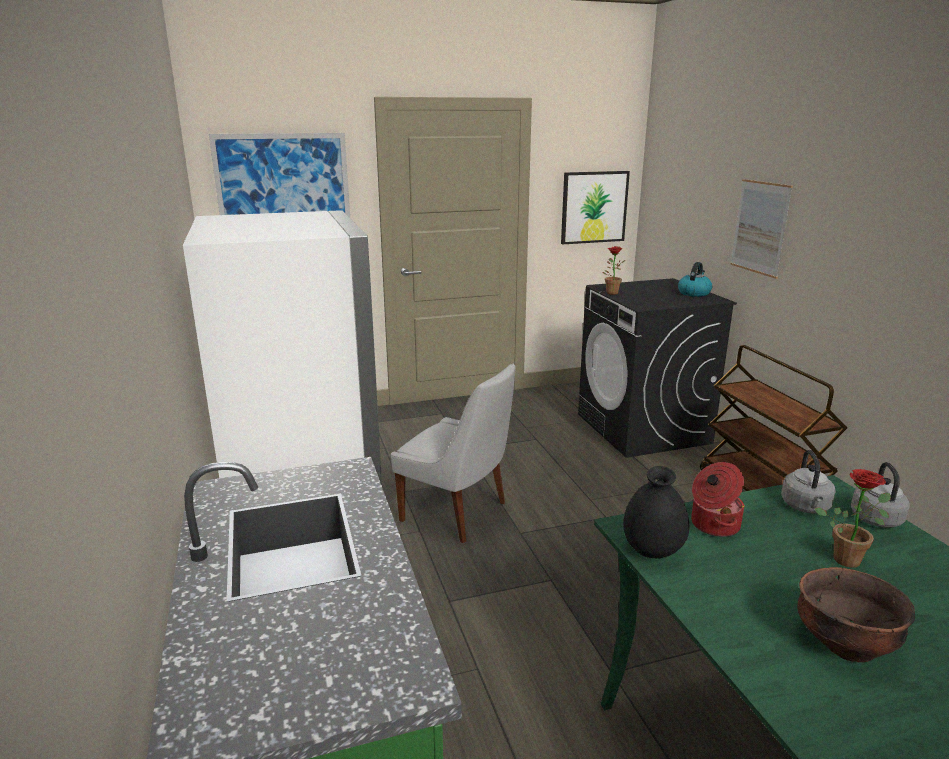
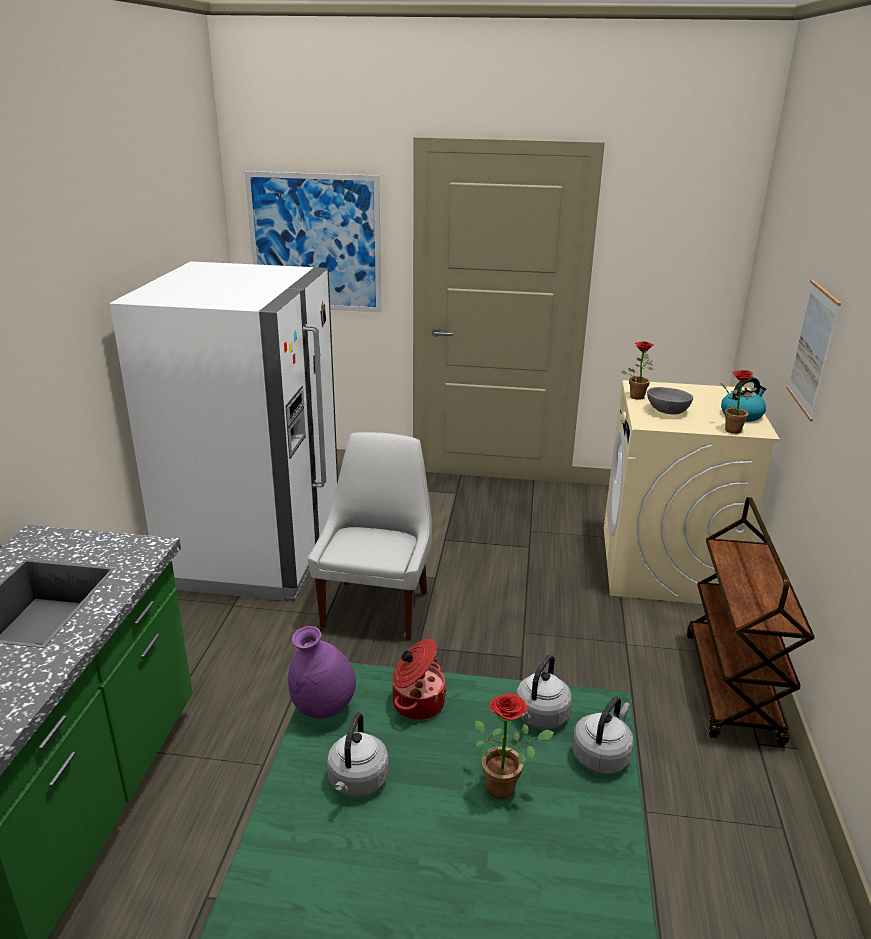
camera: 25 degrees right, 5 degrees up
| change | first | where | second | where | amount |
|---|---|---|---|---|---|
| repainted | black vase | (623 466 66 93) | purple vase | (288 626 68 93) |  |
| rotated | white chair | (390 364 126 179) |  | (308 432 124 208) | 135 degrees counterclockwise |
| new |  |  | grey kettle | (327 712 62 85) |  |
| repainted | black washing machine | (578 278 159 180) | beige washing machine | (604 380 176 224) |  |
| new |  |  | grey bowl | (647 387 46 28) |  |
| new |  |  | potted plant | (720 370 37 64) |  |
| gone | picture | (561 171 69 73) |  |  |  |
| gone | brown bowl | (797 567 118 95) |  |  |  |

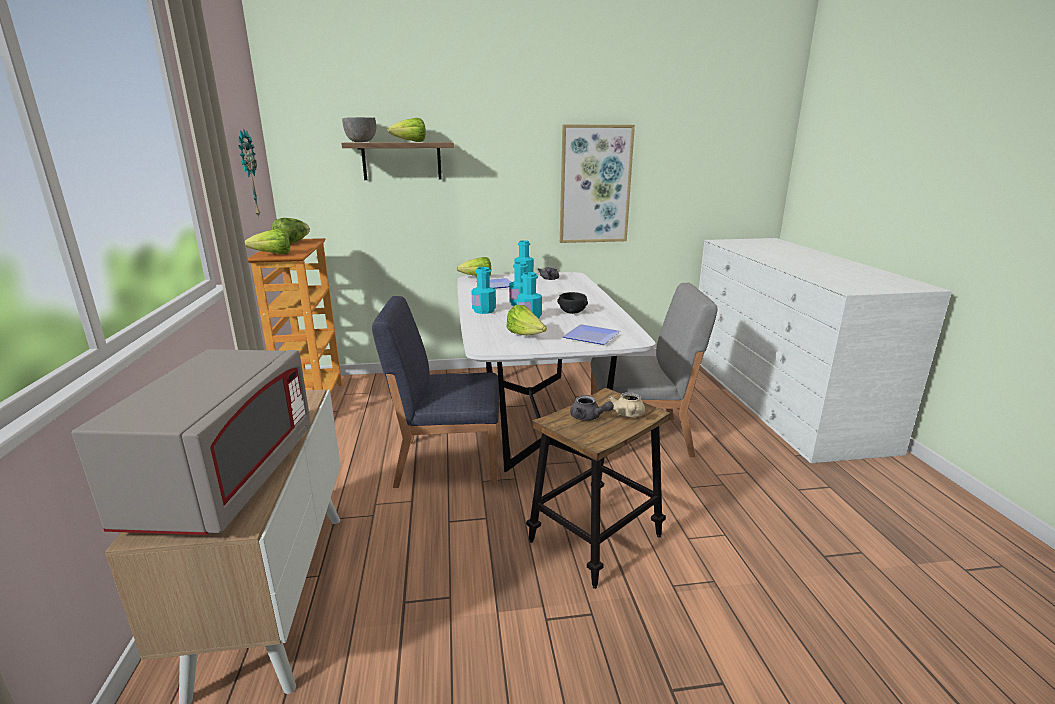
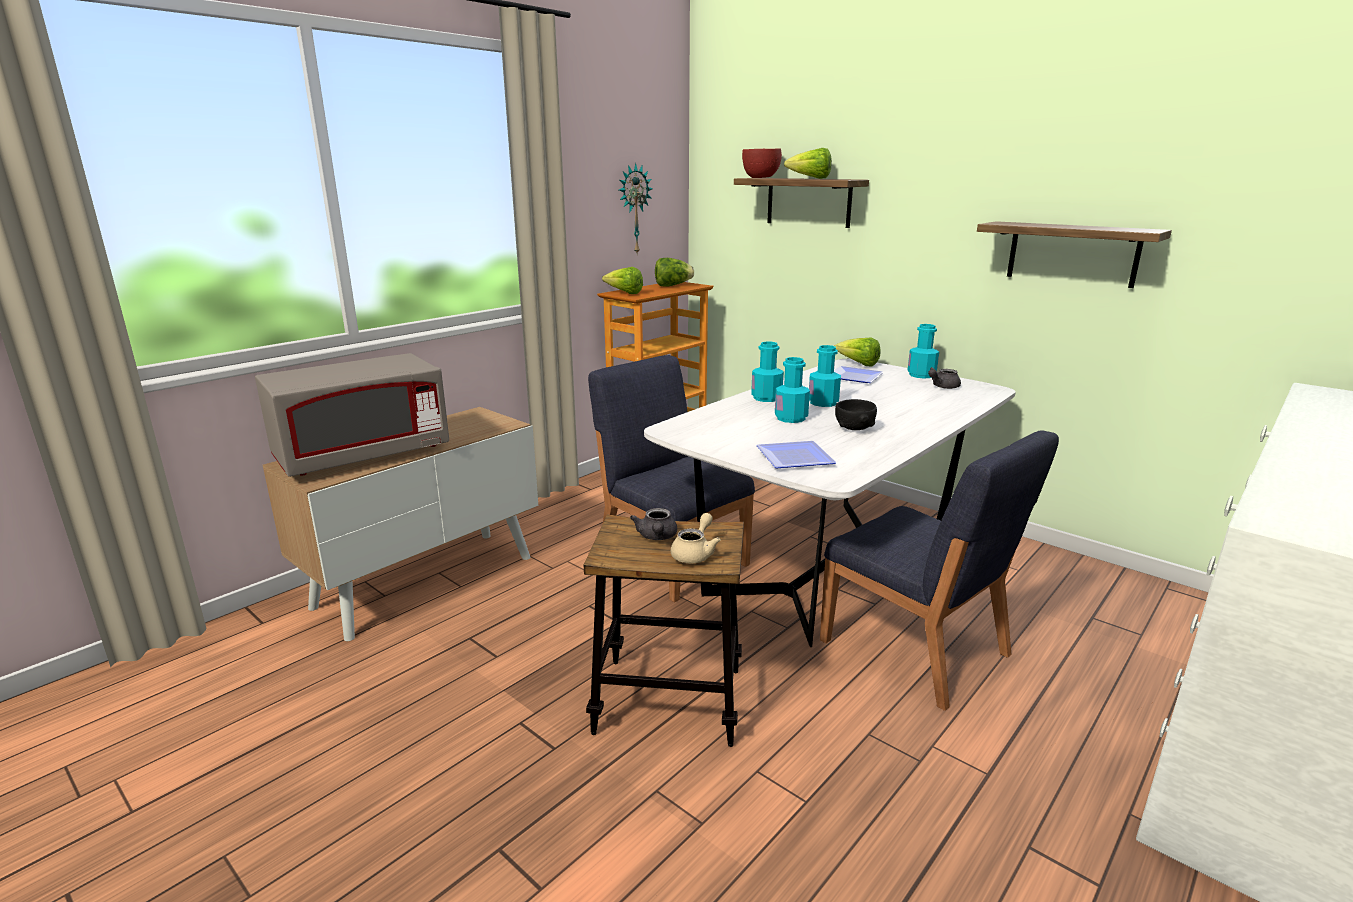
camera: 50 degrees right, 0 degrees up
| change | first | where | second | where | amount |
|---|---|---|---|---|---|
| rotated | beige teapot | (609 392 36 25) |  | (671 513 50 50) | 150 degrees clockwise |
| repainted | grey bowl | (342 117 34 25) | red bowl | (742 148 40 30) |  |
| repainted | grey chair | (590 283 127 175) | blue chair | (820 430 239 281) |  |
| swapped | picture | (560 125 75 118) | shelf | (977 221 195 67) |  |
| gone | lettuce | (506 305 41 30) |  |  |  |

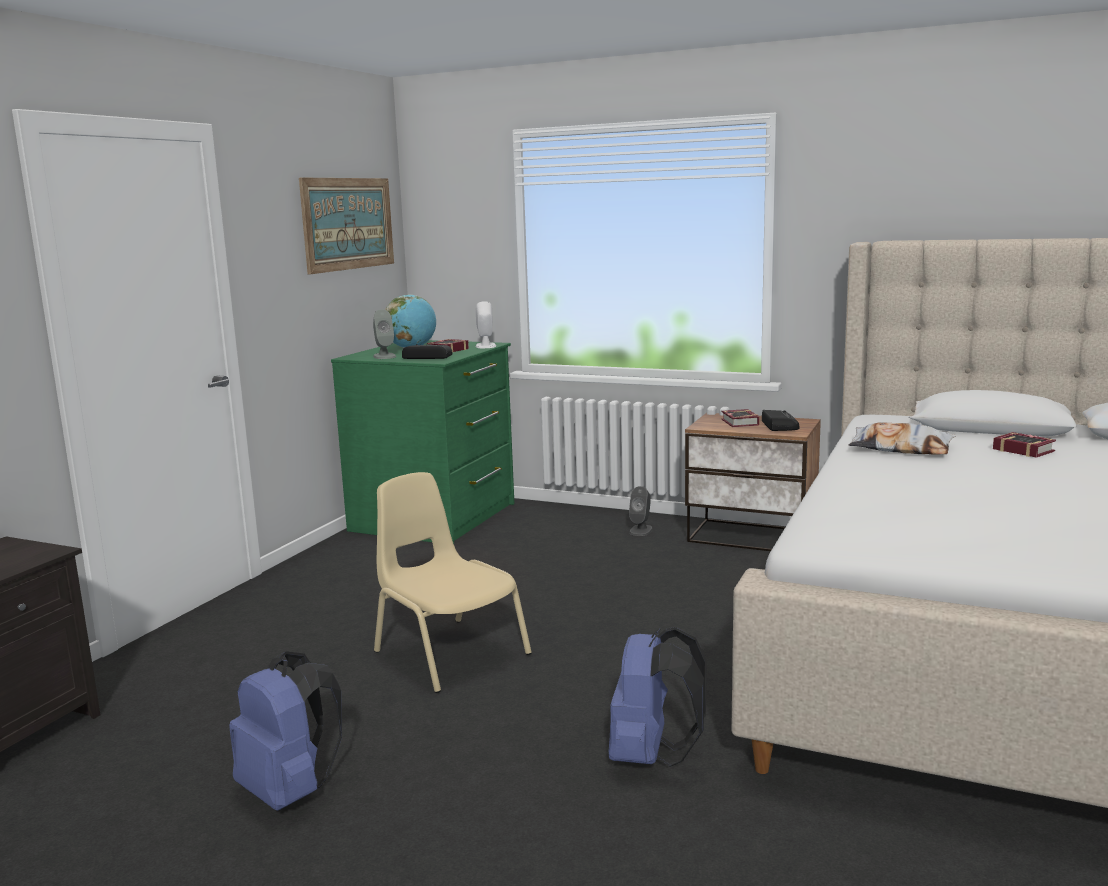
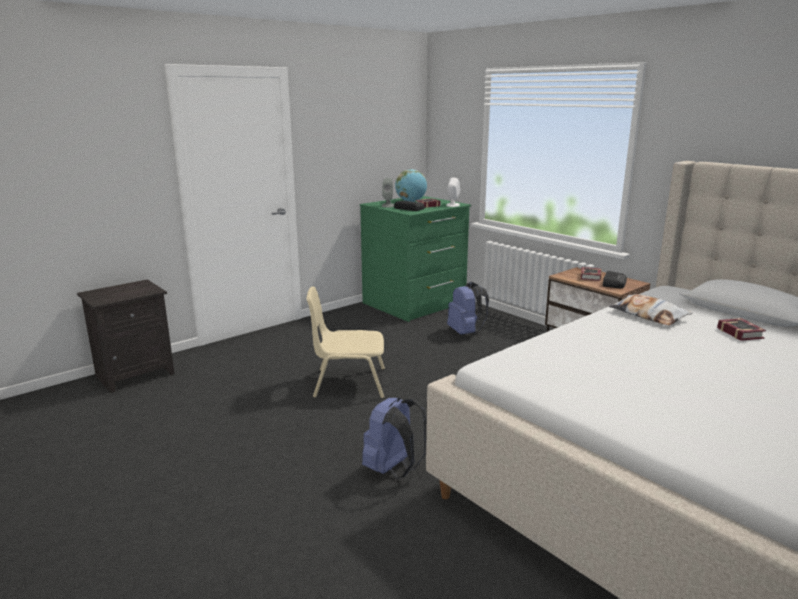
camera: 25 degrees right, 5 degrees up
| change | first | where | second | where | amount |
|---|---|---|---|---|---|
| rotated | beige chair | (374 472 158 221) |  | (307 286 78 113) | 75 degrees counterclockwise |
| shifted | blue backpack | (229 651 113 160) |  | (447 282 42 53) |  |
| gone | picture | (299 178 95 96) |  |  |  |
| gone | grey speaker | (629 486 24 50) |  |  |  |

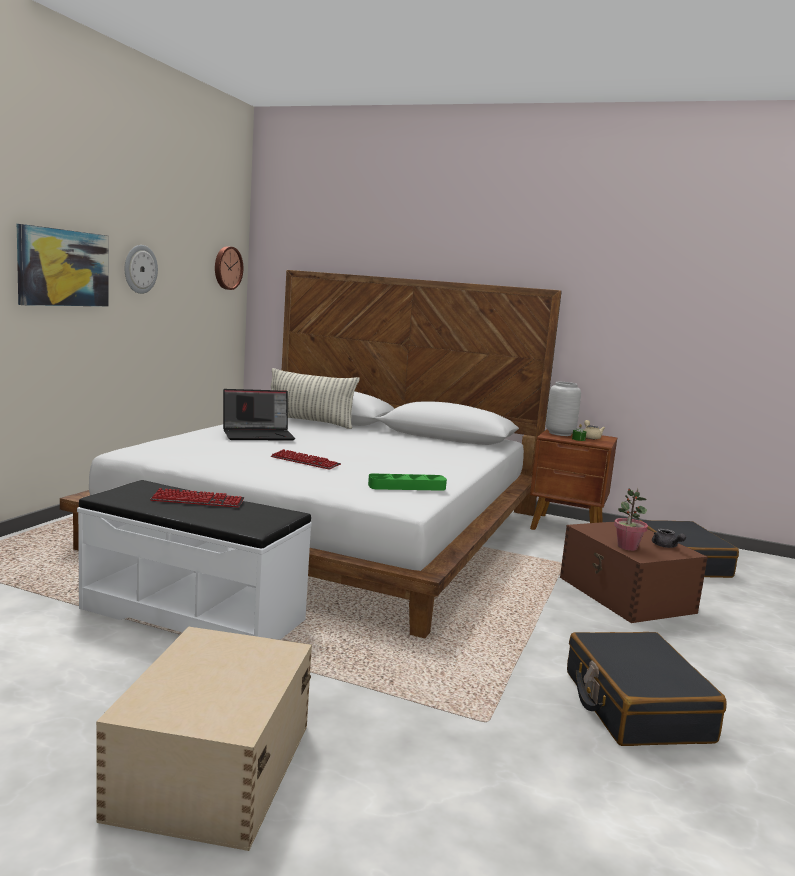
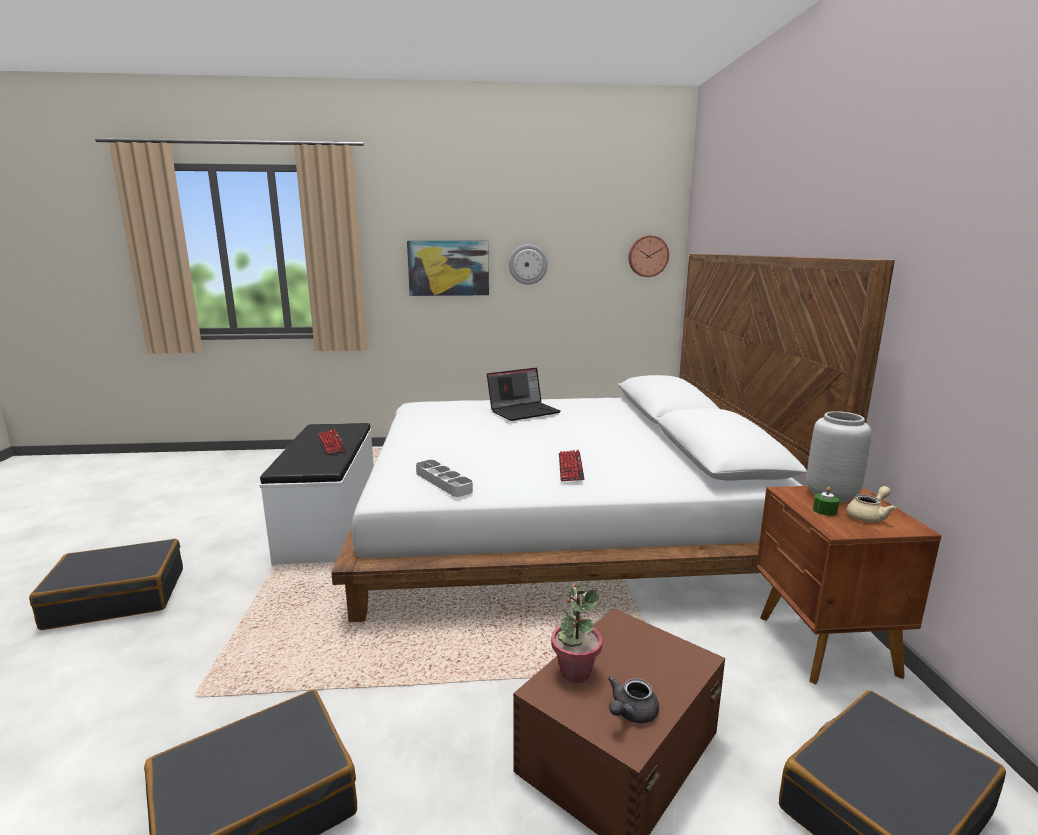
camera: 65 degrees right, 5 degrees up
| change | first | where | second | where | amount |
|---|---|---|---|---|---|
| swapped | beige storage box | (96 627 216 224) | black suitcase | (29 539 154 91) |  |
| repainted | green tray | (368 473 79 18) | grey tray | (416 460 57 37) |  |
| rotated | laptop | (223 389 72 52) |  | (487 368 74 53) | 75 degrees counterclockwise |
| shifted | keyboard | (271 449 70 21) |  | (559 450 25 31) |  |
| gone | pillow | (271 368 88 61) |  |  |  |

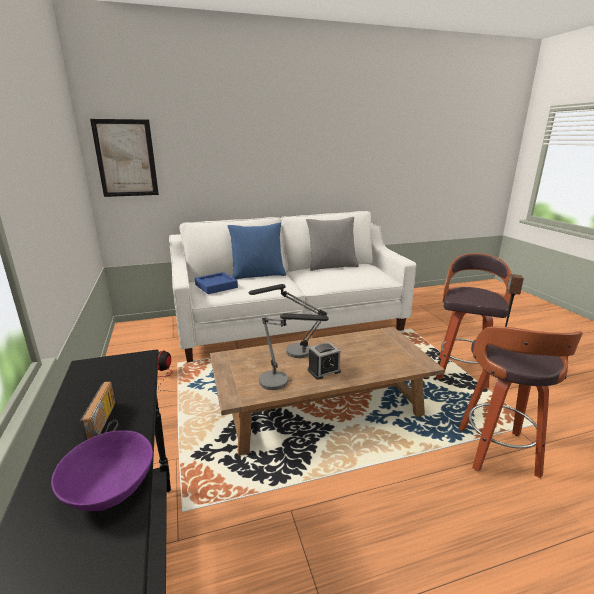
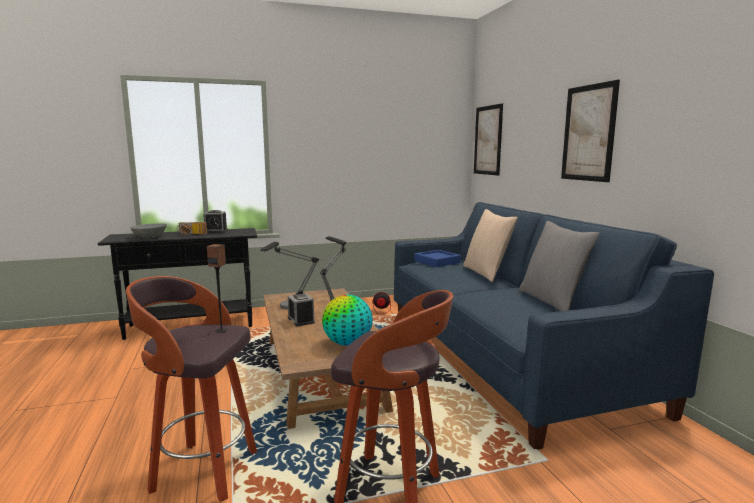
camera: 90 degrees right, 10 degrees down
| change | first | where | second | where | amount |
|---|---|---|---|---|---|
| repainted | purple bowl | (51 430 102 81) | grey bowl | (131 223 36 15) |  |
| new |  |  | alarm clock | (203 210 25 23) |  |
| new |  |  | globe | (322 295 51 51) |  |
| repainted | white sofa | (169 211 247 151) | blue sofa | (394 202 320 248) |  |
| repainted | blue pillow | (227 223 59 56) | beige pillow | (463 209 55 73) |  |
| new |  |  | picture | (561 80 59 102) |  |

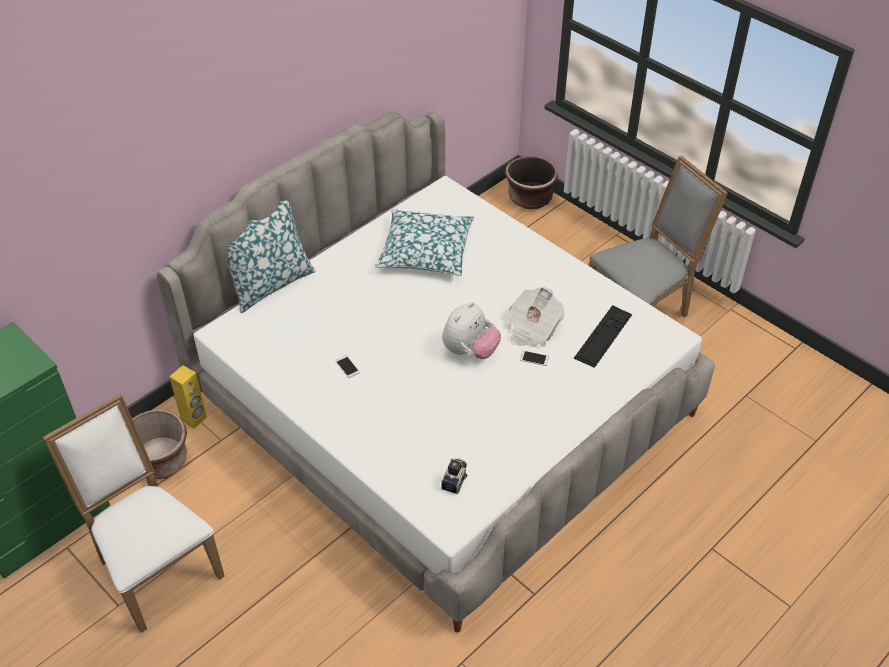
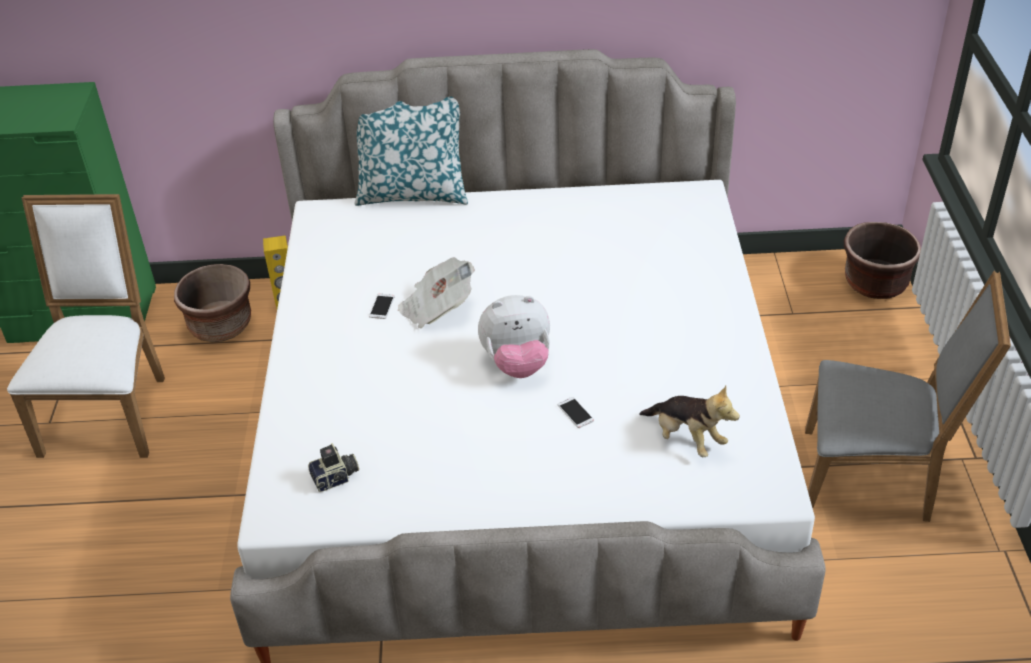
camera: 45 degrees right, 5 degrees down
| change | first | where | second | where | amount |
|---|---|---|---|---|---|
| shifted | newspaper | (508 287 56 60) |  | (398 257 77 72) |  |
| swapped | keyboard | (574 305 58 63) | plush toy | (639 385 101 72) |  |
| gone | pillow | (375 209 99 67) |  |  |  |

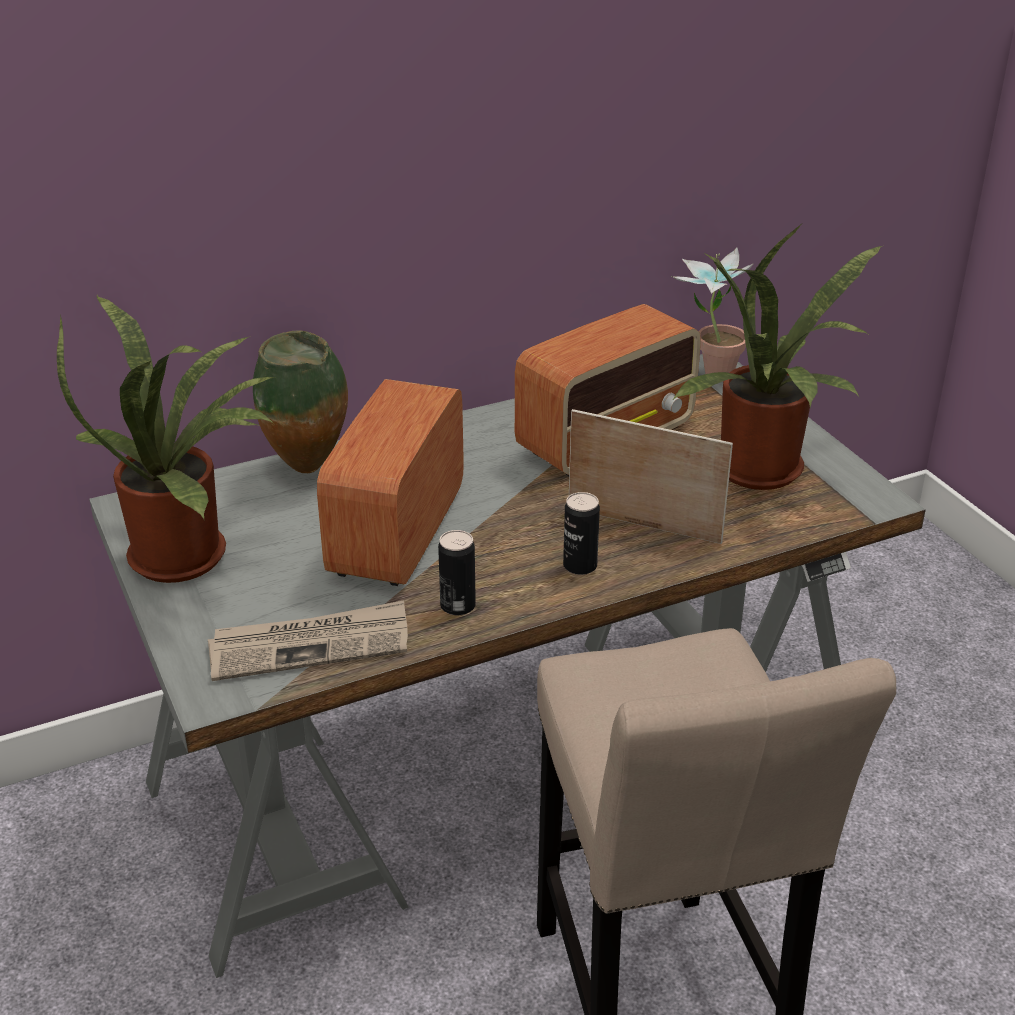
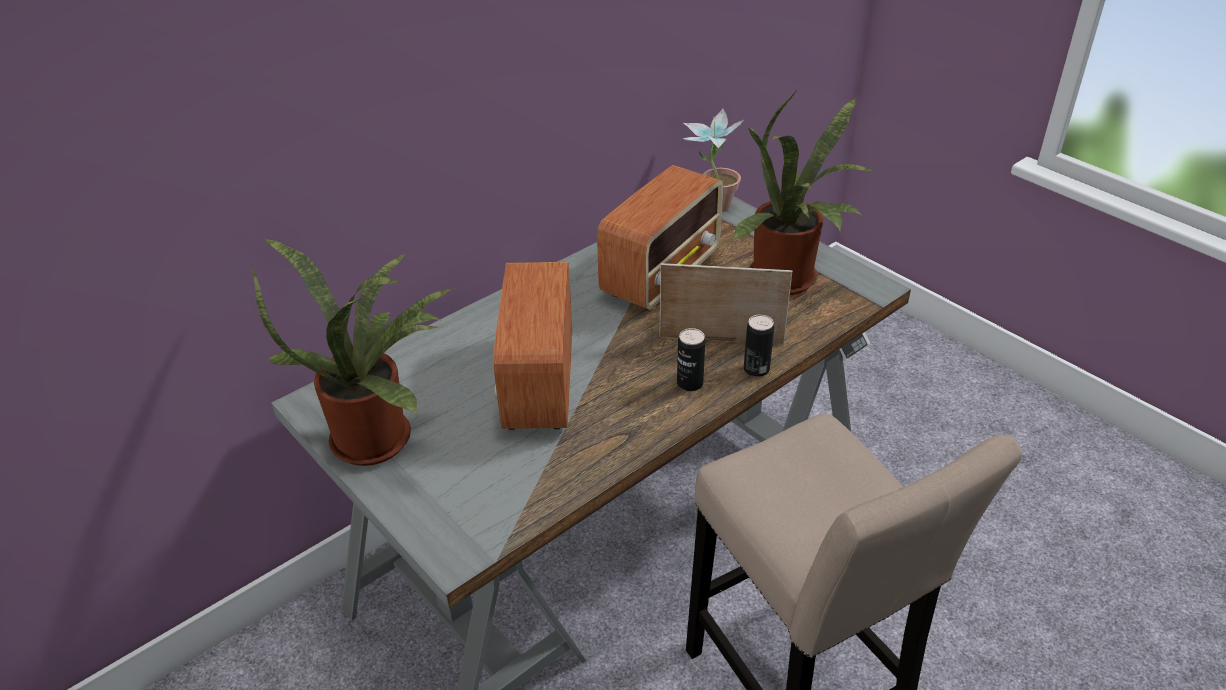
camera: 15 degrees left, 5 degrees up
| change | first | where | second | where | amount |
|---|---|---|---|---|---|
| shifted | can | (438 530 38 85) |  | (744 315 30 62) |  |
| gone | newspaper | (208 600 200 81) |  |  |  |
| gone | vase | (253 330 95 143) |  |  |  |

